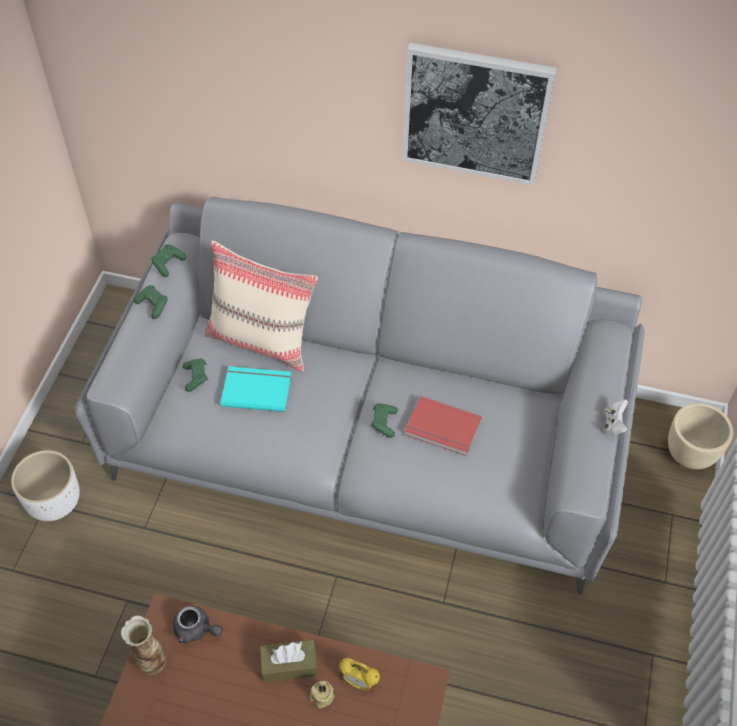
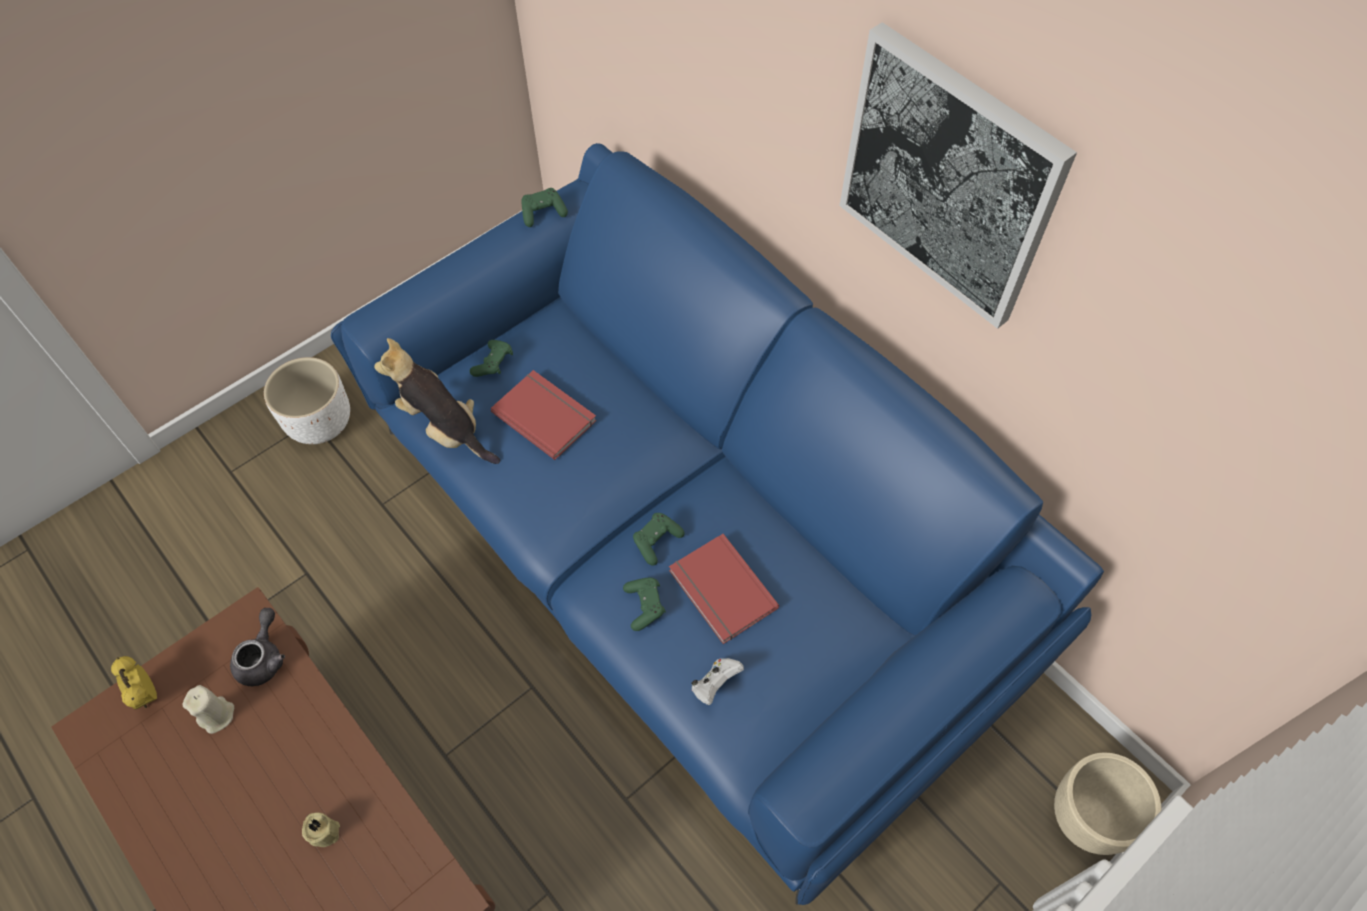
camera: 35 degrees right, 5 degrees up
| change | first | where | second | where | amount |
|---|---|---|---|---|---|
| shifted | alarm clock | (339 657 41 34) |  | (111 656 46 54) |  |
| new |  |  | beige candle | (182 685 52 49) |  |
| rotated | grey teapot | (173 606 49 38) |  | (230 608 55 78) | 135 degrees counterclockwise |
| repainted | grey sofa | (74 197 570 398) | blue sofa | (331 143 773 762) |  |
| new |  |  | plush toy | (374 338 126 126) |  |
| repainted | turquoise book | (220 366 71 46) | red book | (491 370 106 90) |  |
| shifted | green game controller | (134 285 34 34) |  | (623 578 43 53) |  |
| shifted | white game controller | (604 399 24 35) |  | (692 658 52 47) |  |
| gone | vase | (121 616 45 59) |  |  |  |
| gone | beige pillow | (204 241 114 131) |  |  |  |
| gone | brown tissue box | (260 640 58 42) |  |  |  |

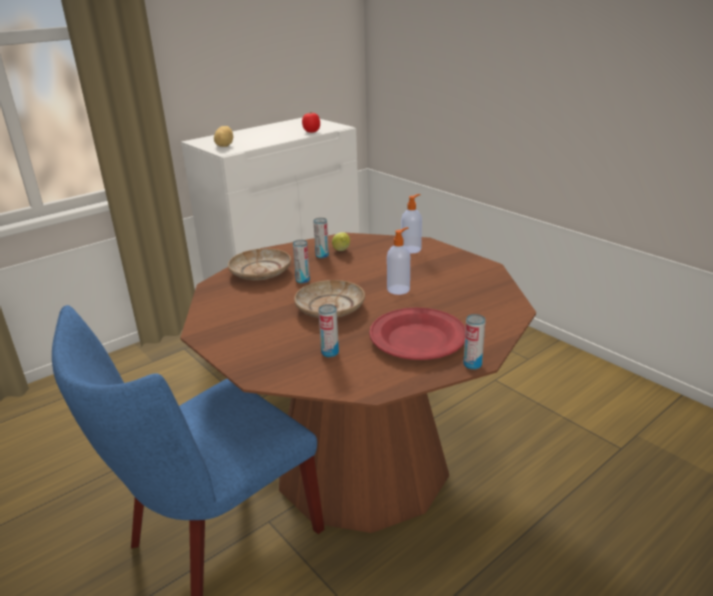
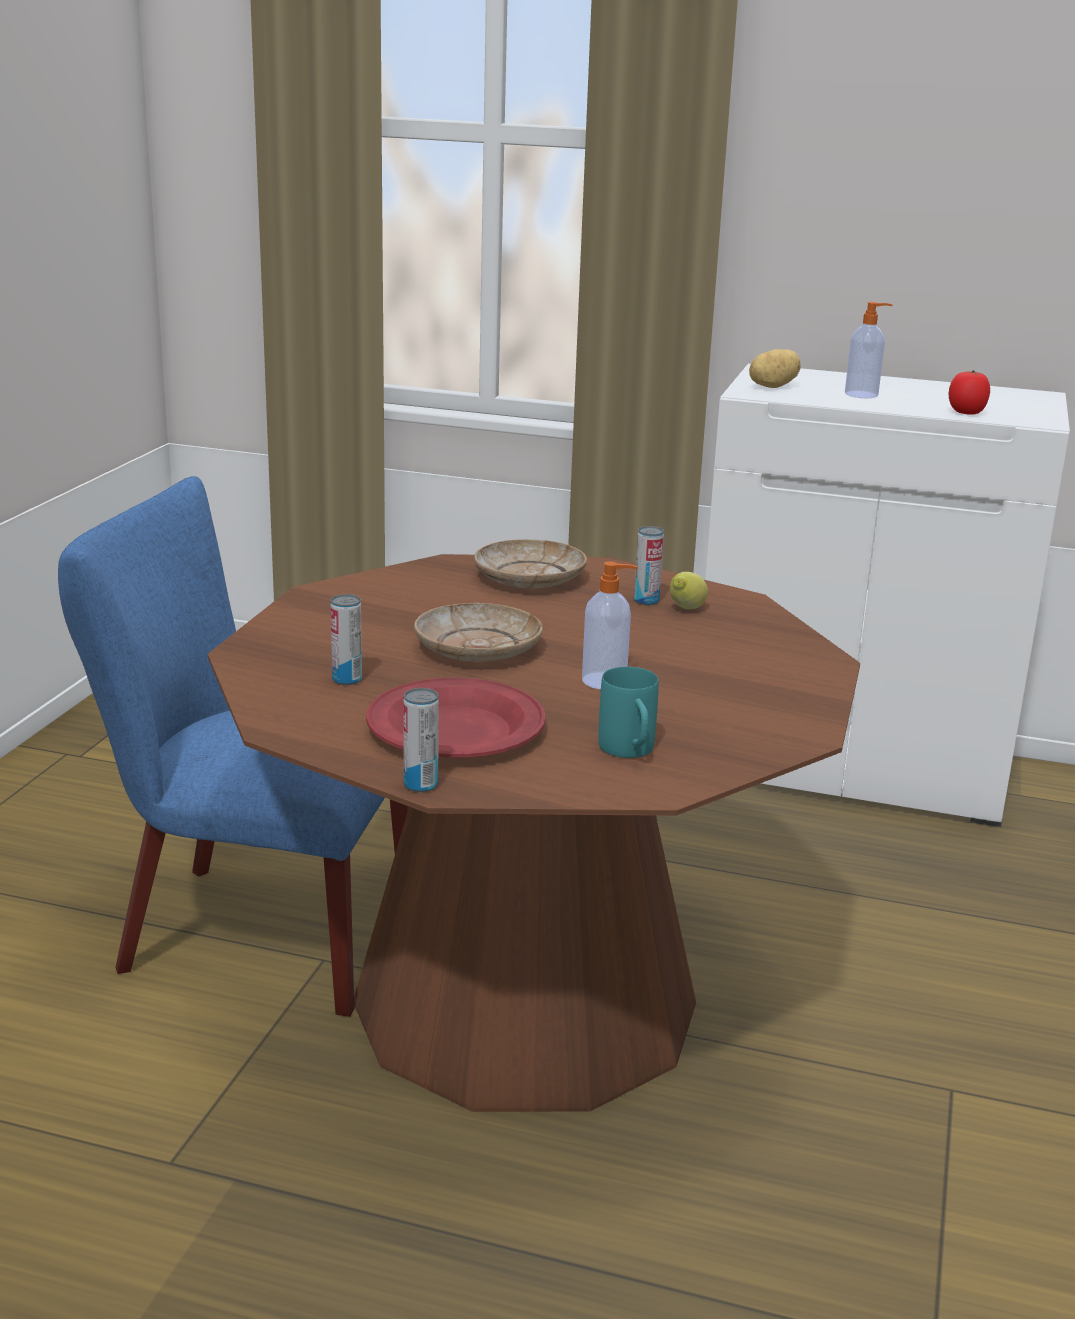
camera: 55 degrees right, 5 degrees down
| change | first | where | second | where | amount |
|---|---|---|---|---|---|
| new |  |  | turquoise mug | (598 667 61 91) |  |
| shifted | soap dispenser | (401 194 21 59) |  | (845 302 48 96) |  |
| gone | can | (293 240 17 44) |  |  |  |

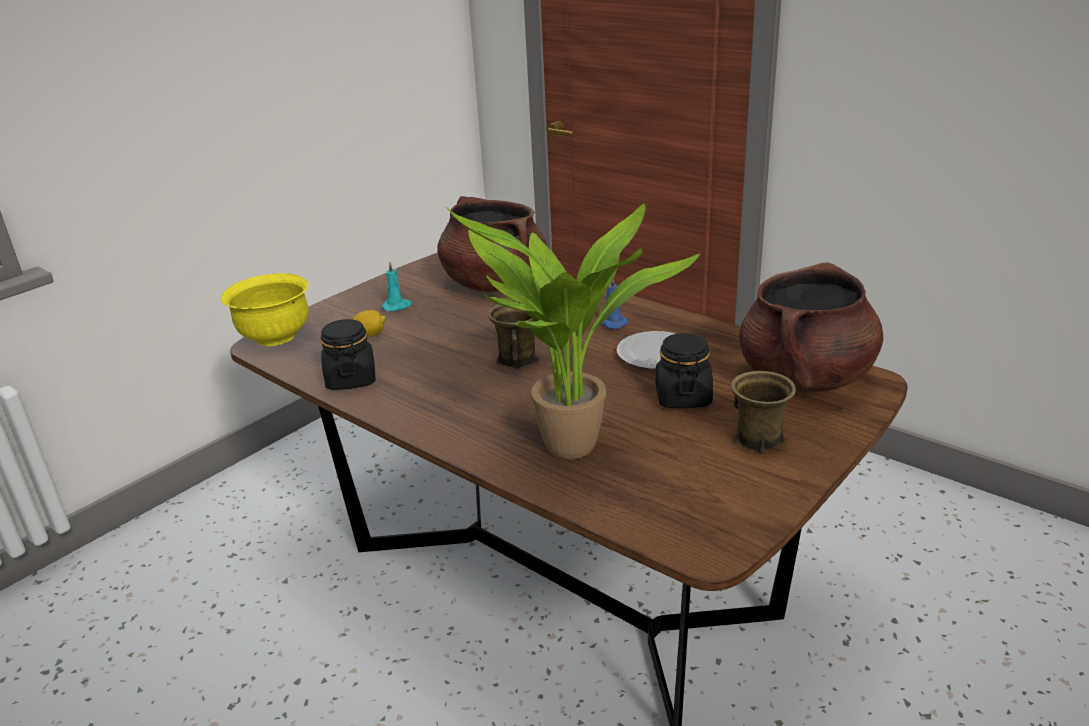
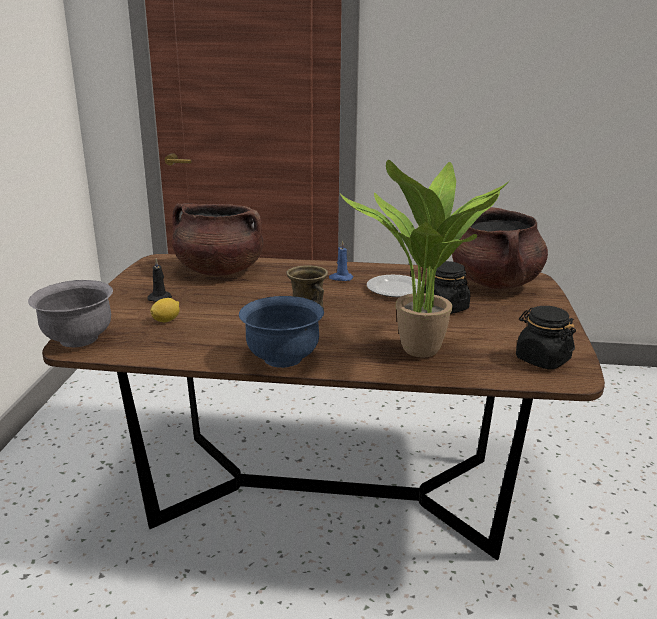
camera: 35 degrees left, 5 degrees down
| change | first | where | second | where | amount |
|---|---|---|---|---|---|
| repainted | yellow bowl | (221 273 88 73) | grey bowl | (28 280 85 67) |  |
| repainted | turquoise candle | (382 261 30 51) | black candle | (147 258 25 44) |  |
| new |  |  | blue bowl | (239 296 85 72) |  |
| shifted | black jar | (320 319 55 71) |  | (516 306 60 64) |  |
| gone | brown mug | (731 371 65 82) |  |  |  |

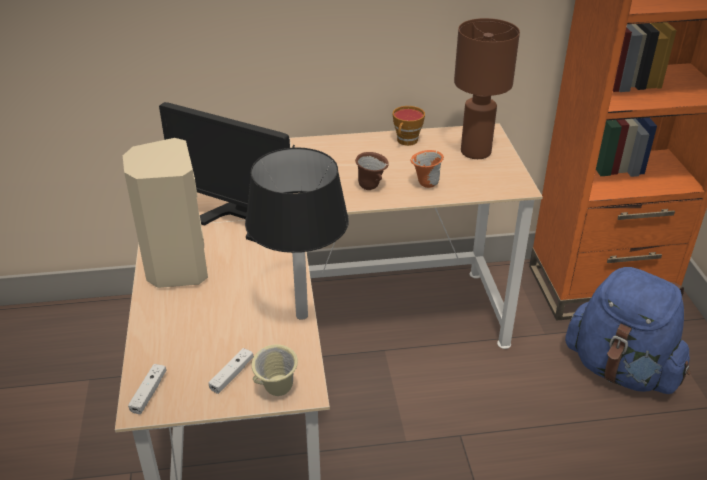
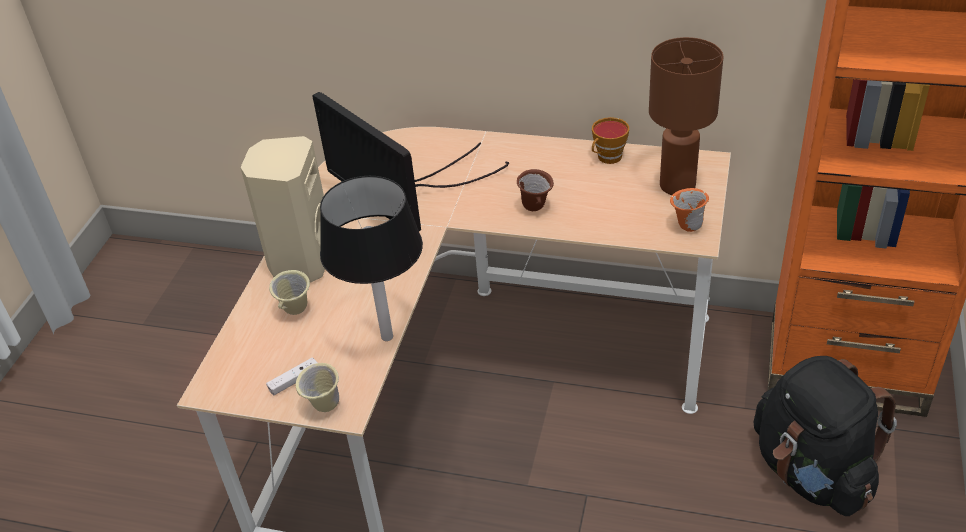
camera: 25 degrees right, 5 degrees up
| change | first | where | second | where | amount |
|---|---|---|---|---|---|
| new |  |  | beige mug | (269 270 41 45) |  |
| shifted | orange mug | (411 150 33 38) |  | (670 188 39 44) |  |
| repainted | blue backpack | (565 267 126 127) | black backpack | (754 356 143 160) |  |
| gone | white game controller | (128 364 39 50) |  |  |  |

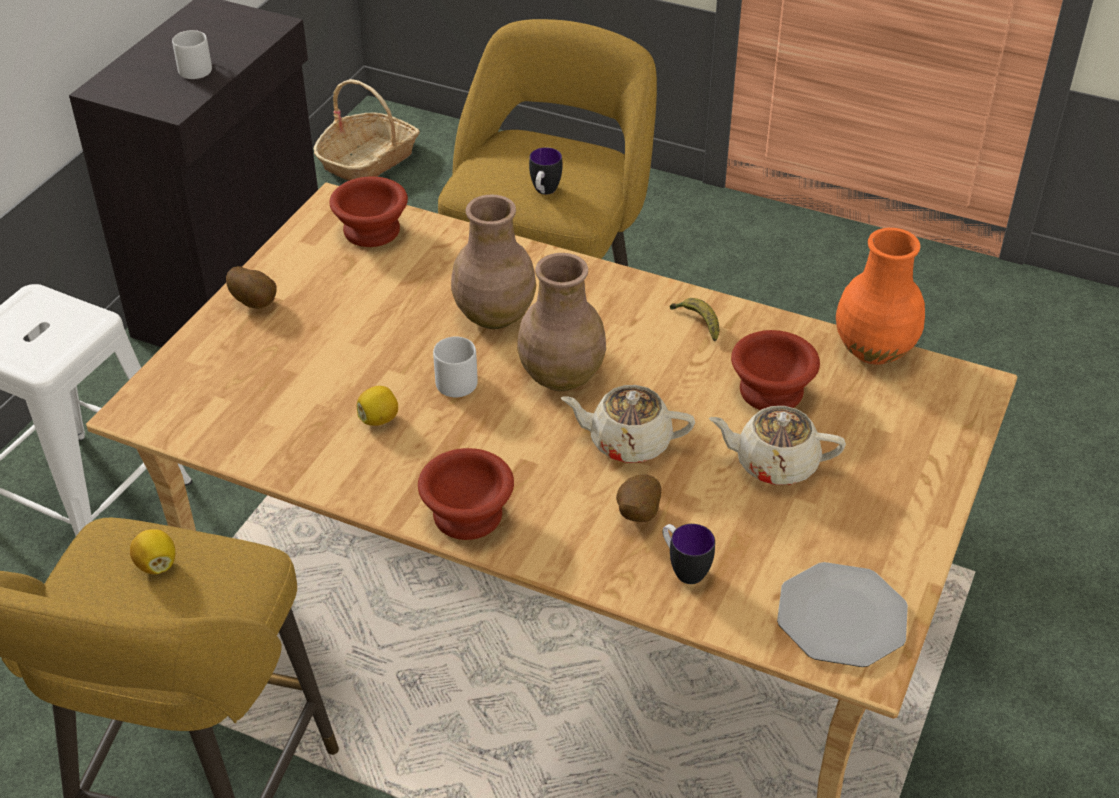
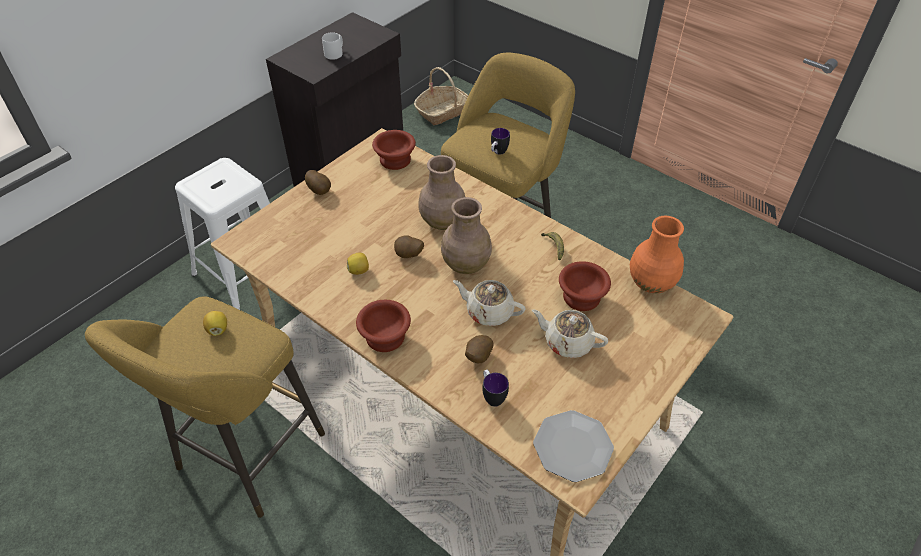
camera: 15 degrees right, 5 degrees up
| change | first | where | second | where | amount |
|---|---|---|---|---|---|
| swapped | grey mug | (433 337 45 60) | potato | (394 235 30 23) |  |

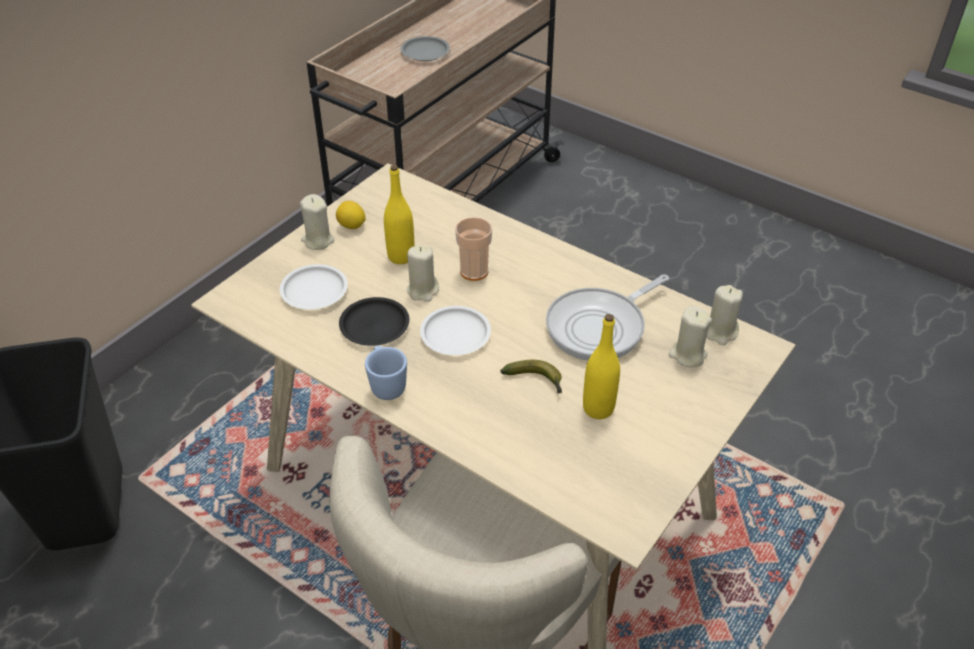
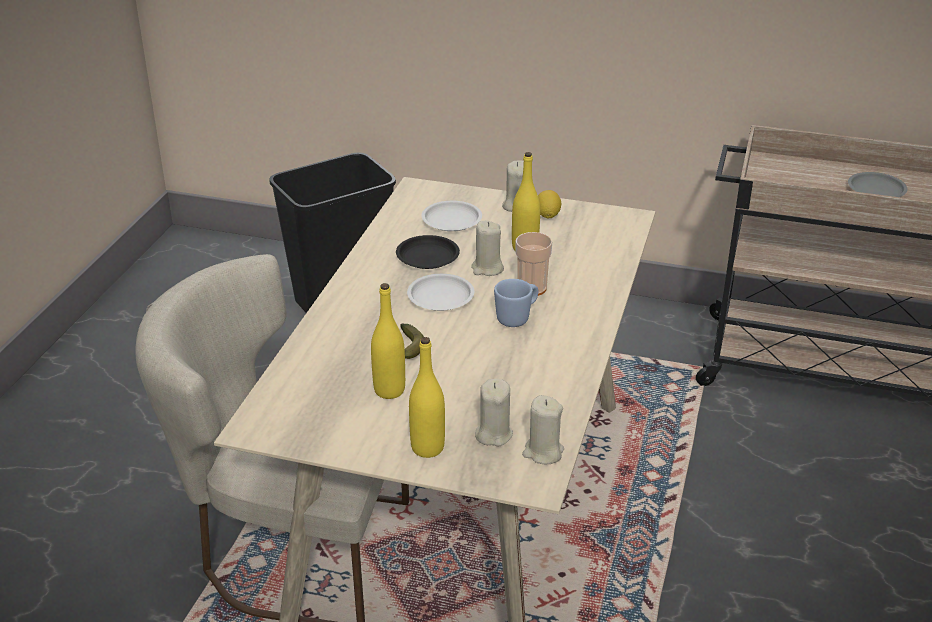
camera: 70 degrees right, 10 degrees down
| change | first | where | second | where | amount |
|---|---|---|---|---|---|
| new |  |  | yellow bottle | (409 337 36 121) |  |
| shifted | blue mug | (365 346 42 54) |  | (494 279 44 48) |  |
| gone | frying pan | (546 274 123 87) |  |  |  |

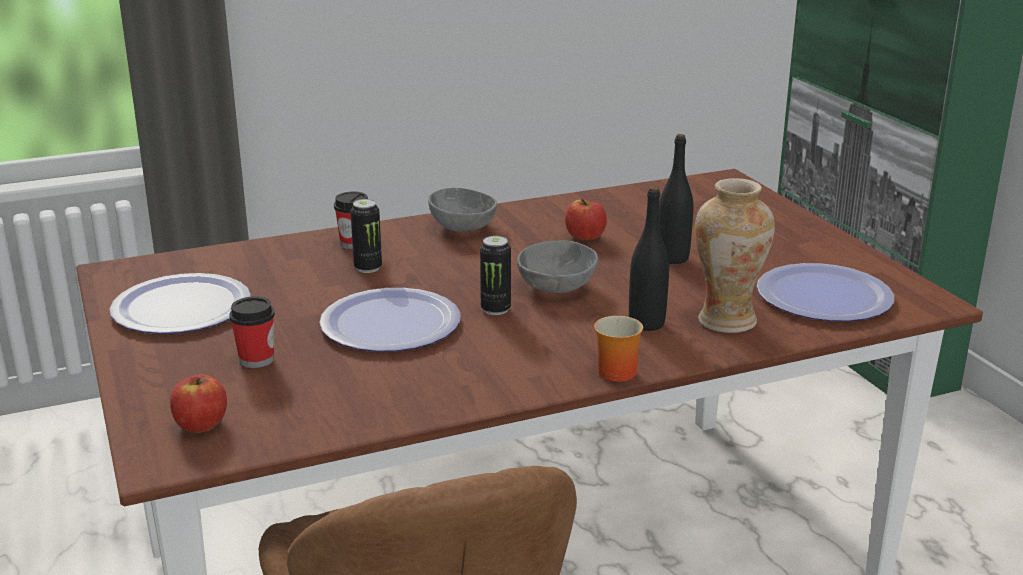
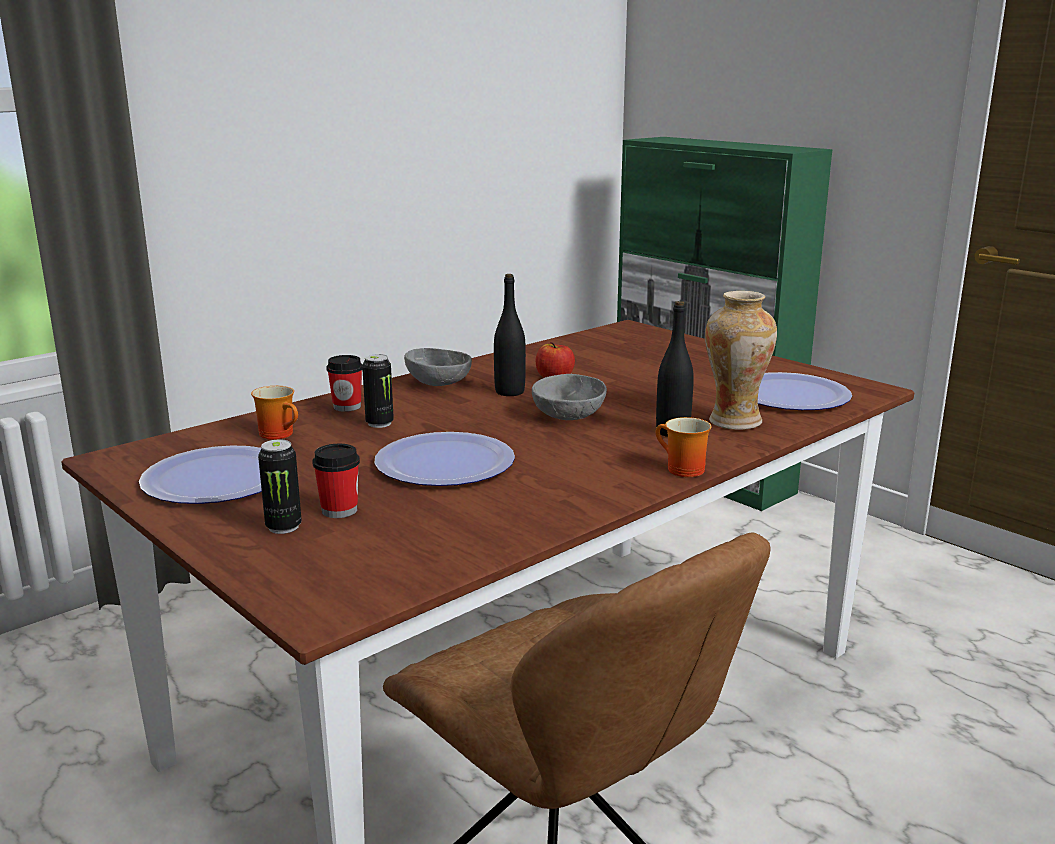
camera: 20 degrees left, 5 degrees down
| change | first | where | second | where | amount |
|---|---|---|---|---|---|
| new |  |  | mug | (251 386 47 54) |  |
| shifted | can | (480 236 31 79) |  | (258 439 44 95) |  |
| shifted | black bottle | (659 134 34 130) |  | (494 274 32 122) |  |
| gone | apple | (170 374 57 59) |  |  |  |

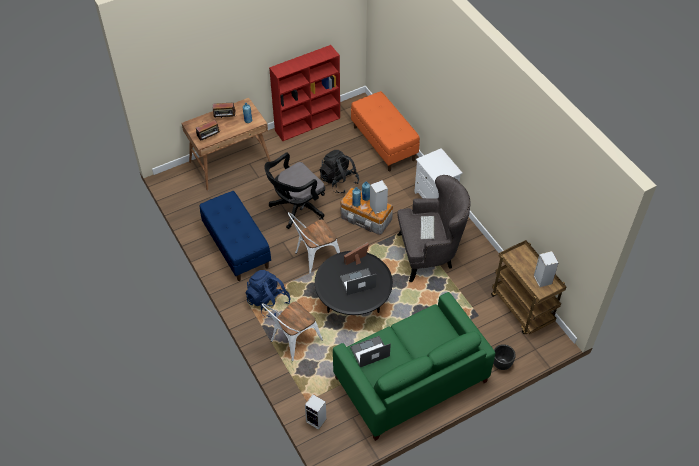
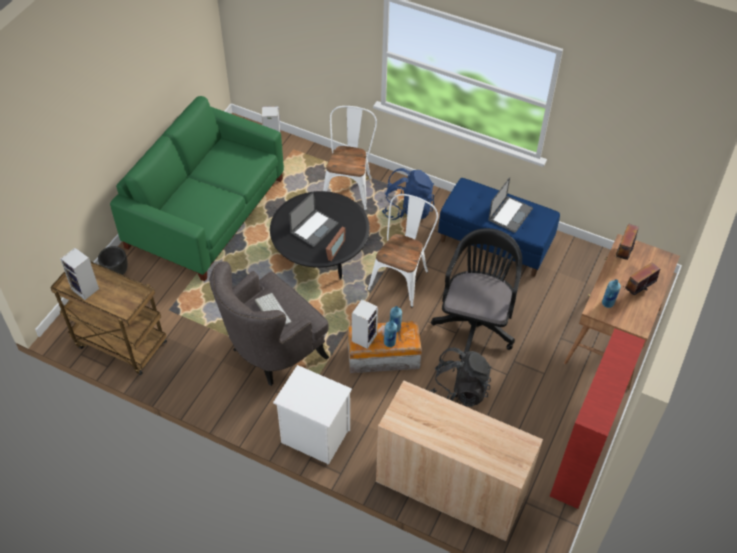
camera: 145 degrees right, 0 degrees up
| change | first | where | second | where | amount |
|---|---|---|---|---|---|
| swapped | orange bench | (351 91 69 80) | beige cabinet | (376 380 167 161) |  |
| shifted | laptop | (350 336 41 31) |  | (488 177 45 56) |  |

